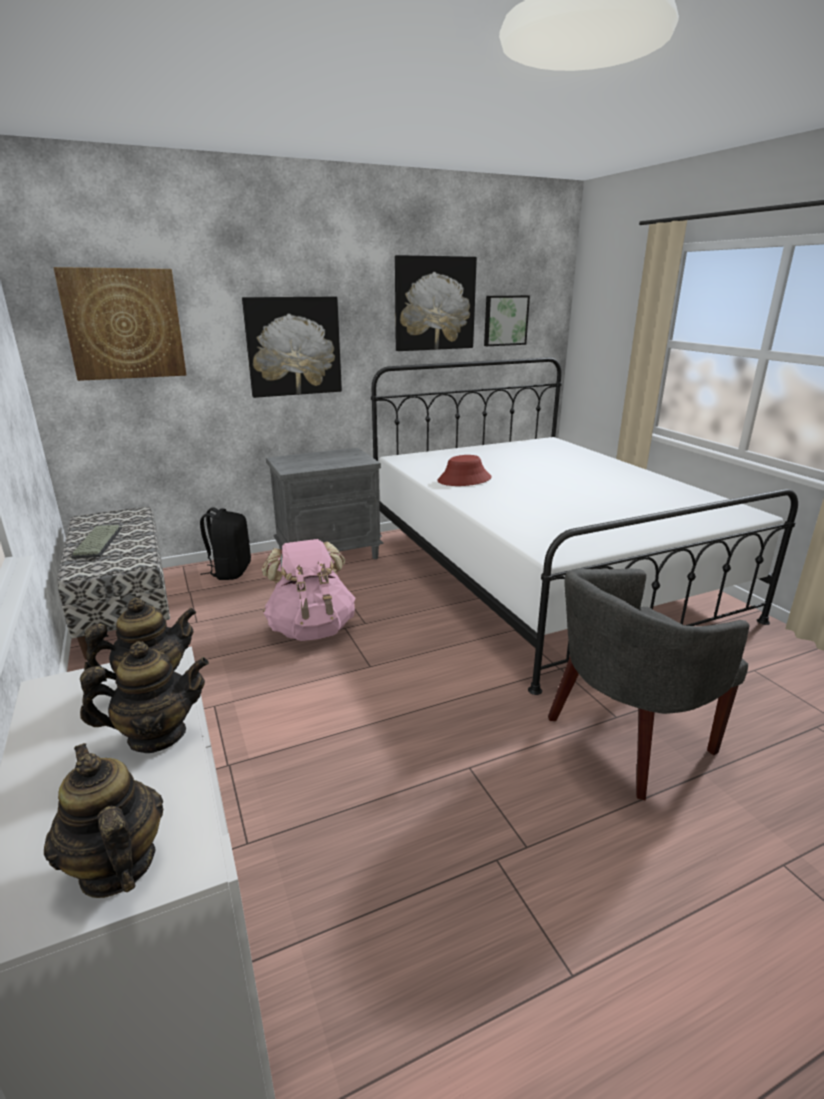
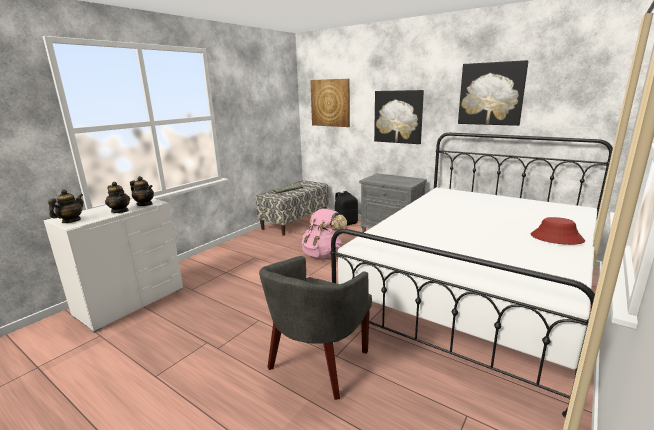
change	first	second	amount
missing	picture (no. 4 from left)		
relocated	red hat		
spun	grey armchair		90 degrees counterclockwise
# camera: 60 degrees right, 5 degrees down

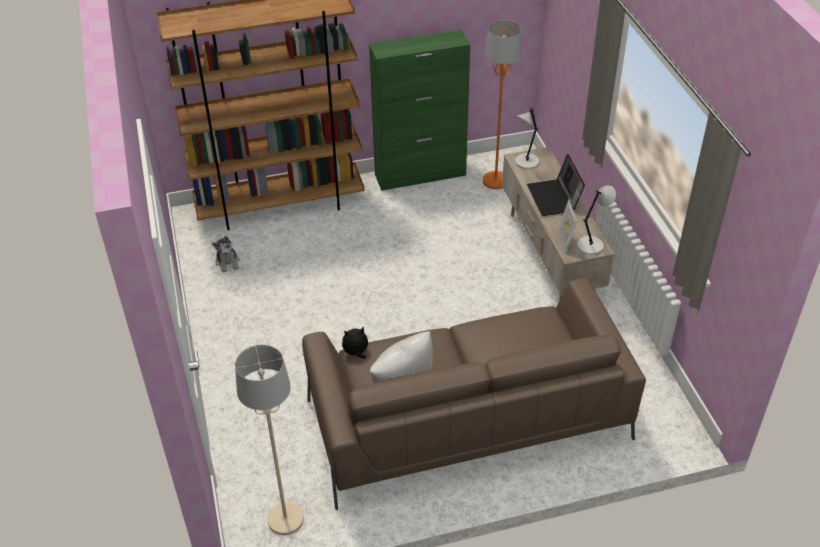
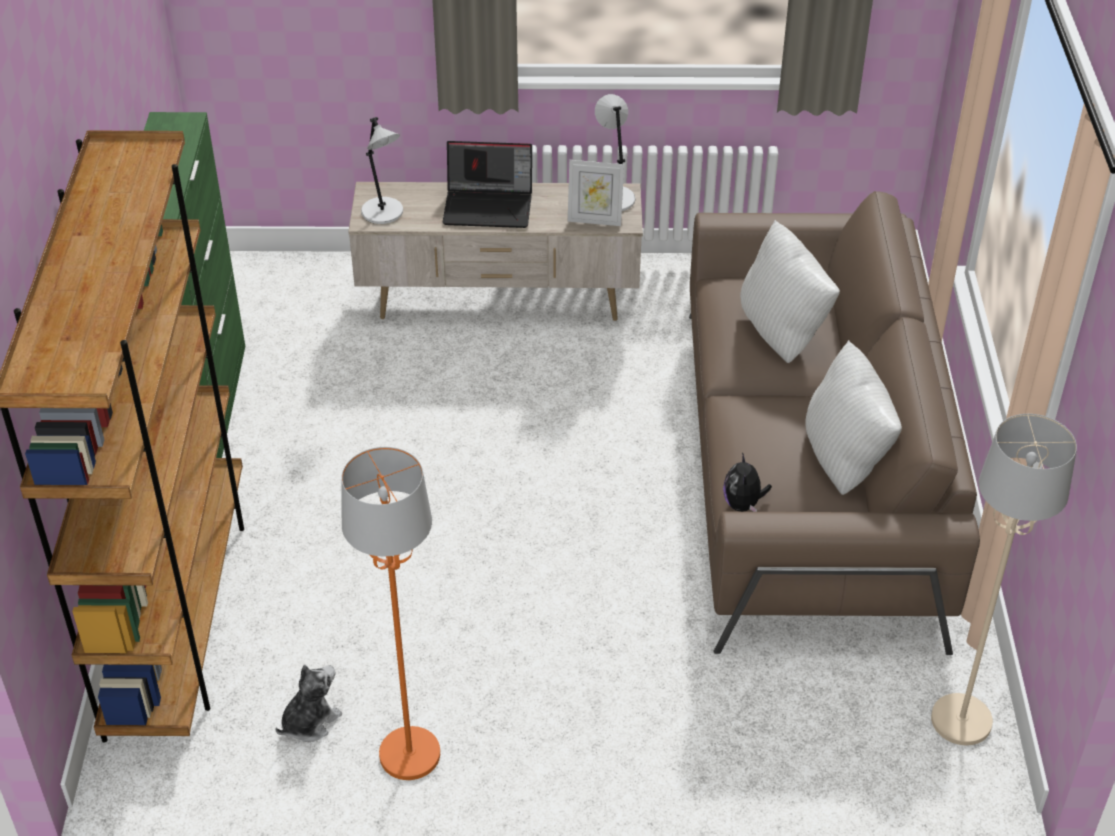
change	first	second	amount
appeared		white pillow (no. 1 from left)	
relocated	orange floor lamp		
spun	plush toy (no. 1 from left)		45 degrees counterclockwise
# camera: 75 degrees left, 0 degrees up

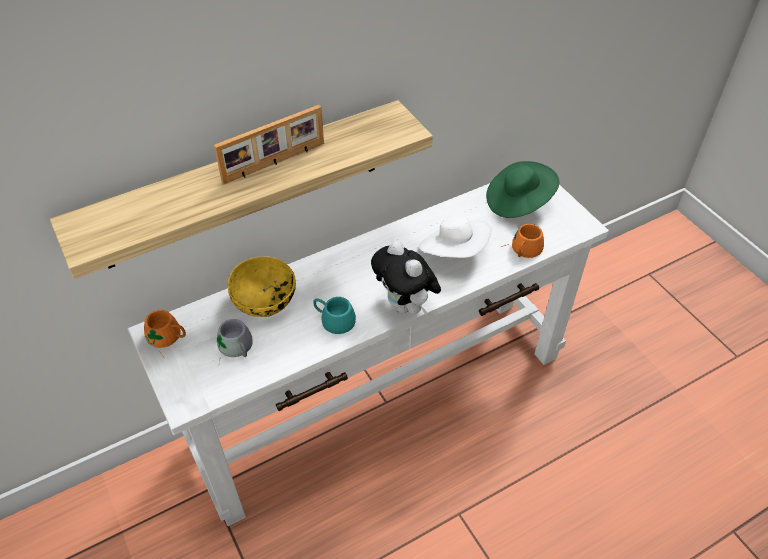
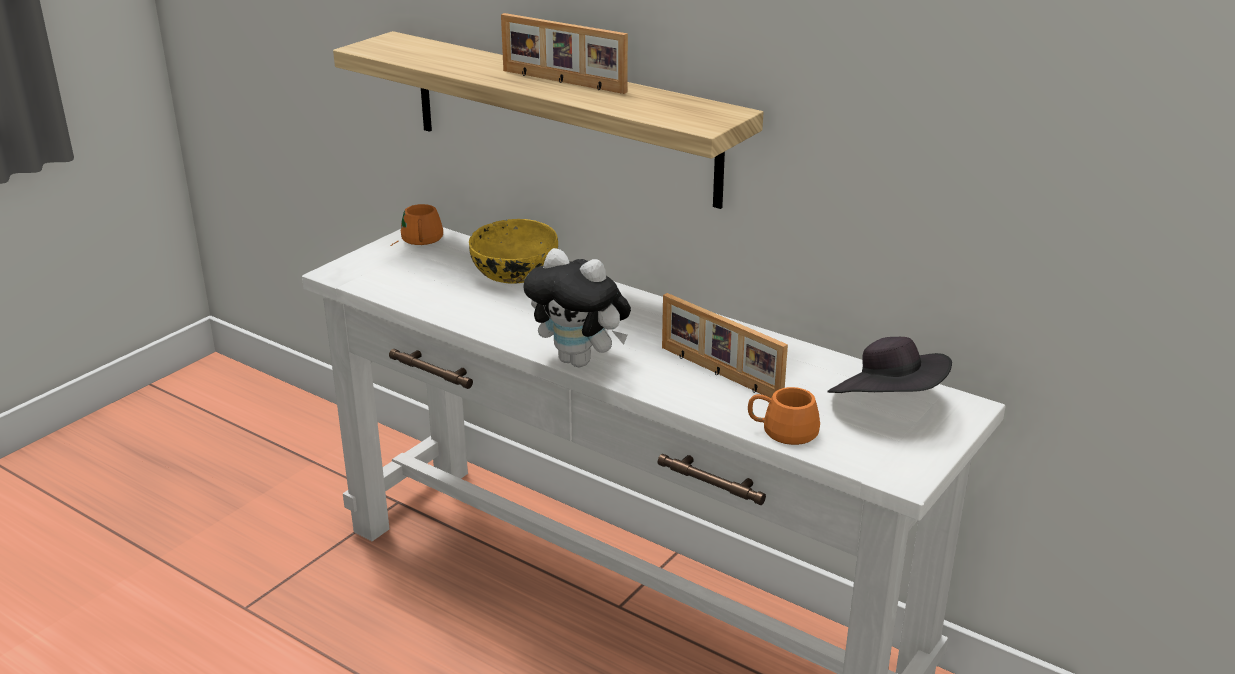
change	first	second	amount
missing	grey mug		
missing	turquoise mug		
exchanged	white hat	picture frame (no. 2 from left)	
colour	green hat	black hat	
spun	plush toy		90 degrees counterclockwise
# camera: 65 degrees right, 20 degrees down

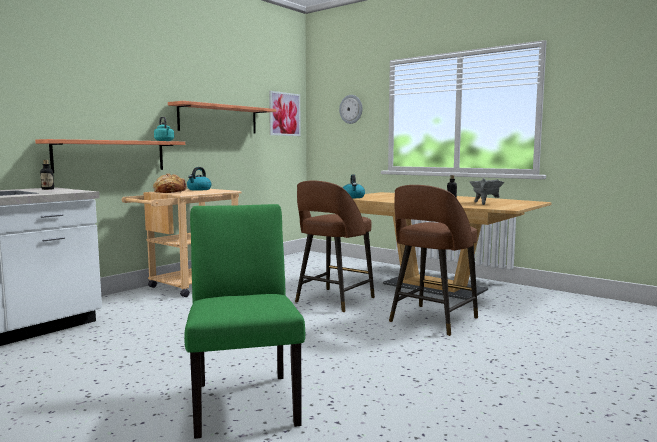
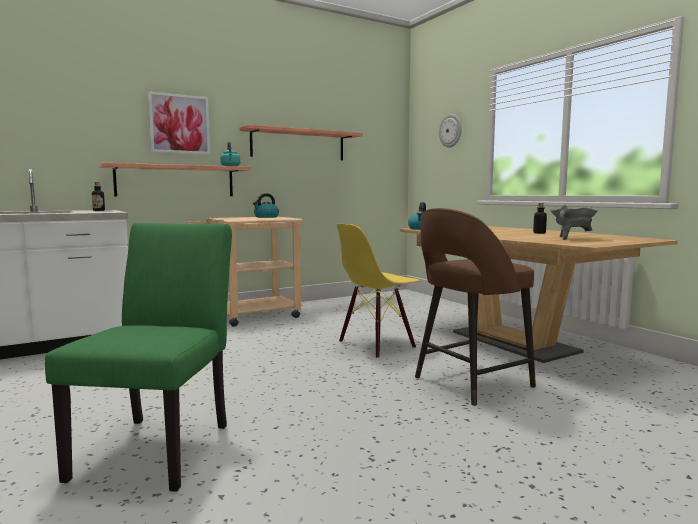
change	first	second	amount
missing	bread		
relocated	picture		
exchanged	brown stool (no. 1 from left)	yellow chair	
# camera: 20 degrees right, 0 degrees up

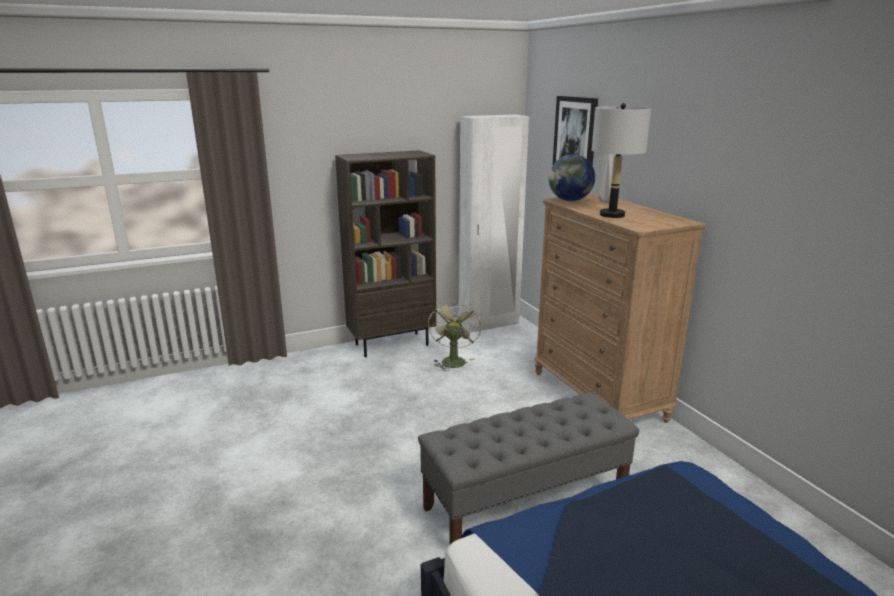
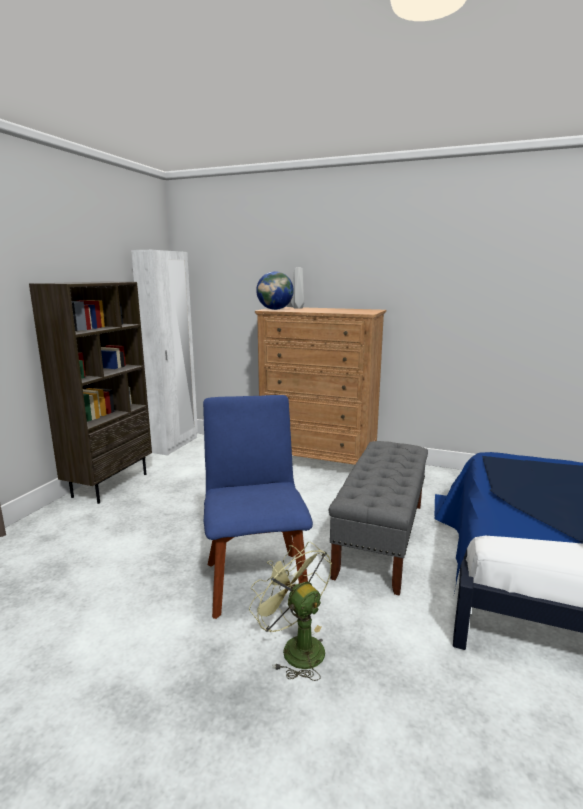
change	first	second	amount
missing	picture		
missing	grey table lamp		
appeared		blue chair	
relocated	green fan		
# camera: 45 degrees left, 5 degrees down

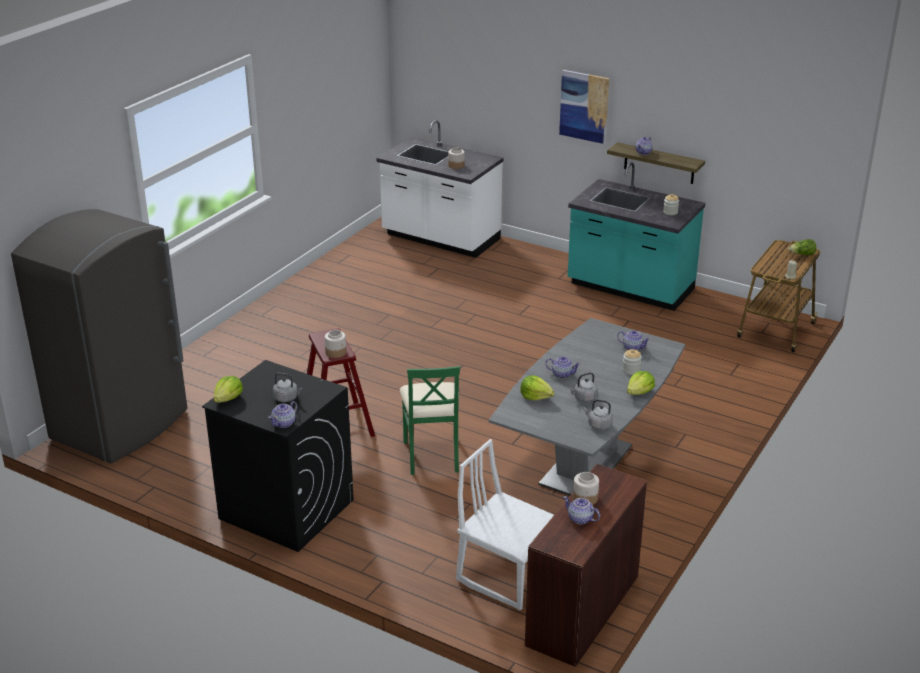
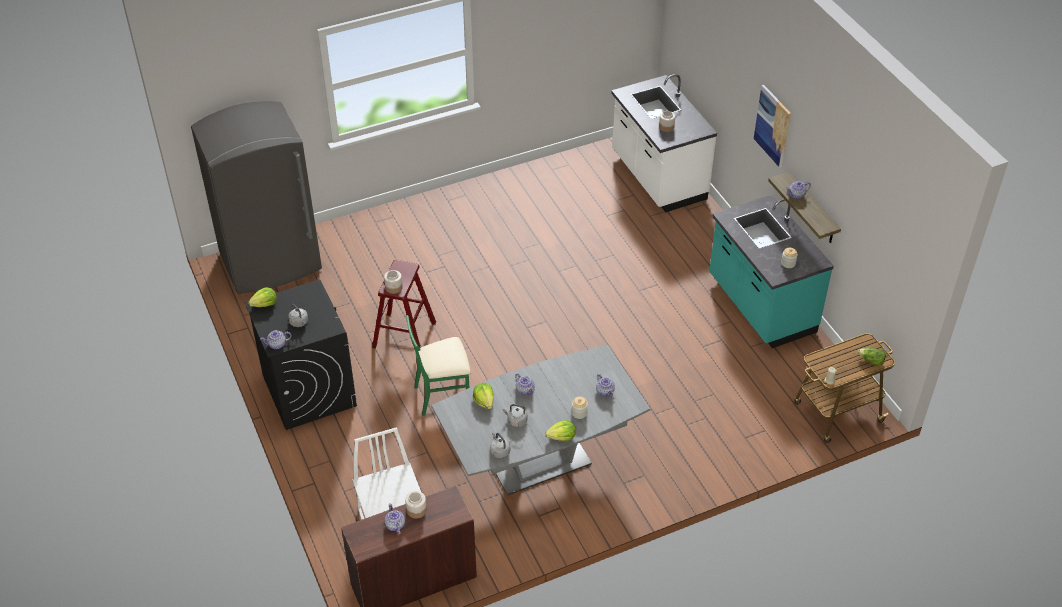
change	first	second	amount
spun	green chair		45 degrees clockwise
# camera: 35 degrees right, 15 degrees up

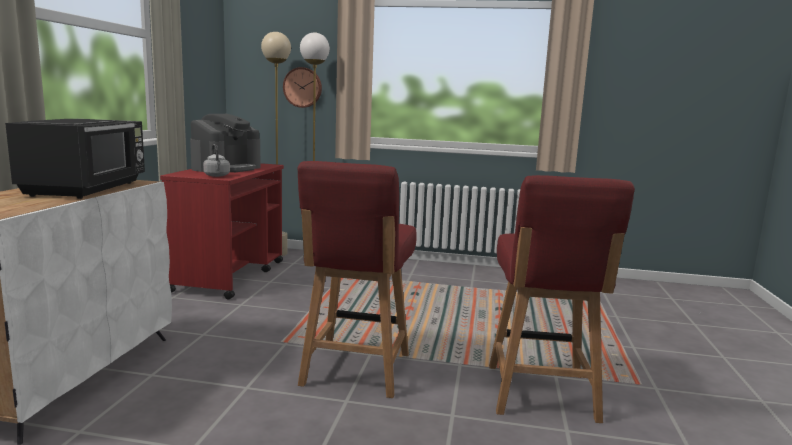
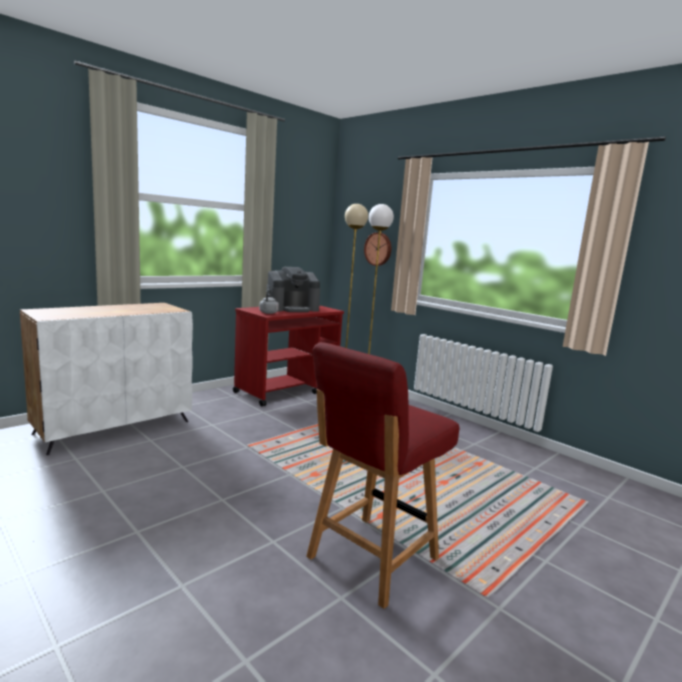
change	first	second	amount
missing	black microwave		
missing	red chair (no. 1 from left)		
# camera: 35 degrees right, 0 degrees up

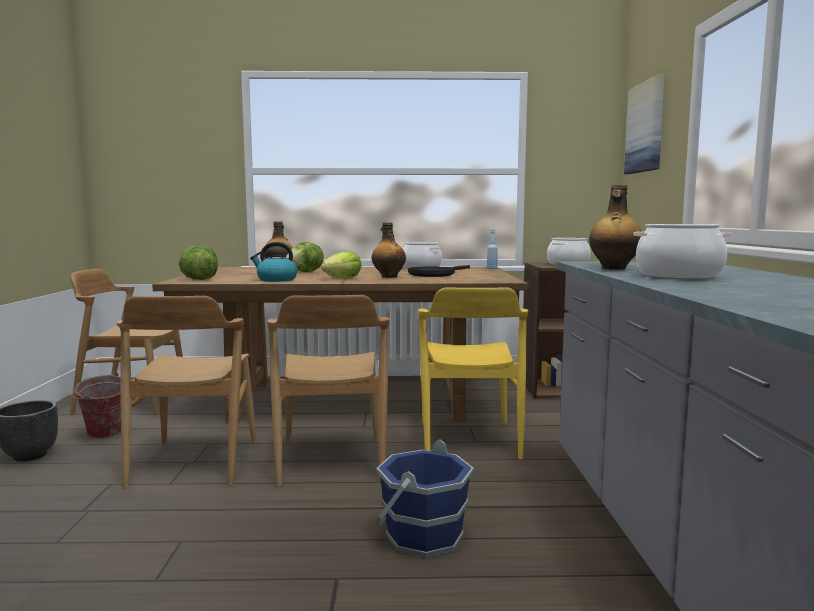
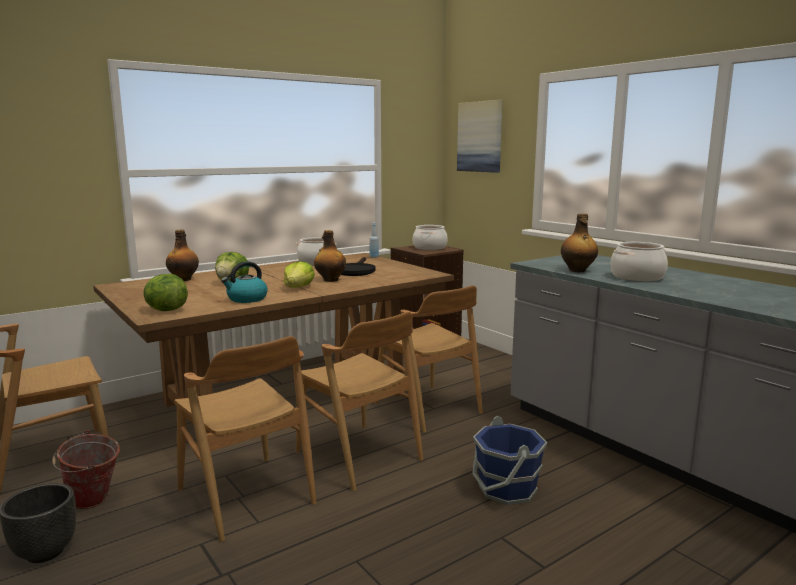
change	first	second	amount
colour	yellow chair	brown chair (no. 4 from left)	
# camera: 35 degrees left, 5 degrees up

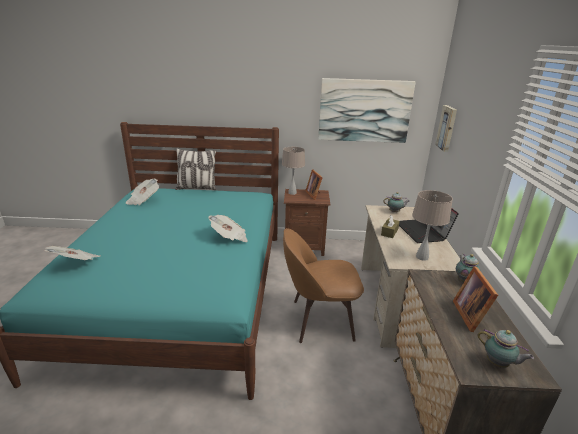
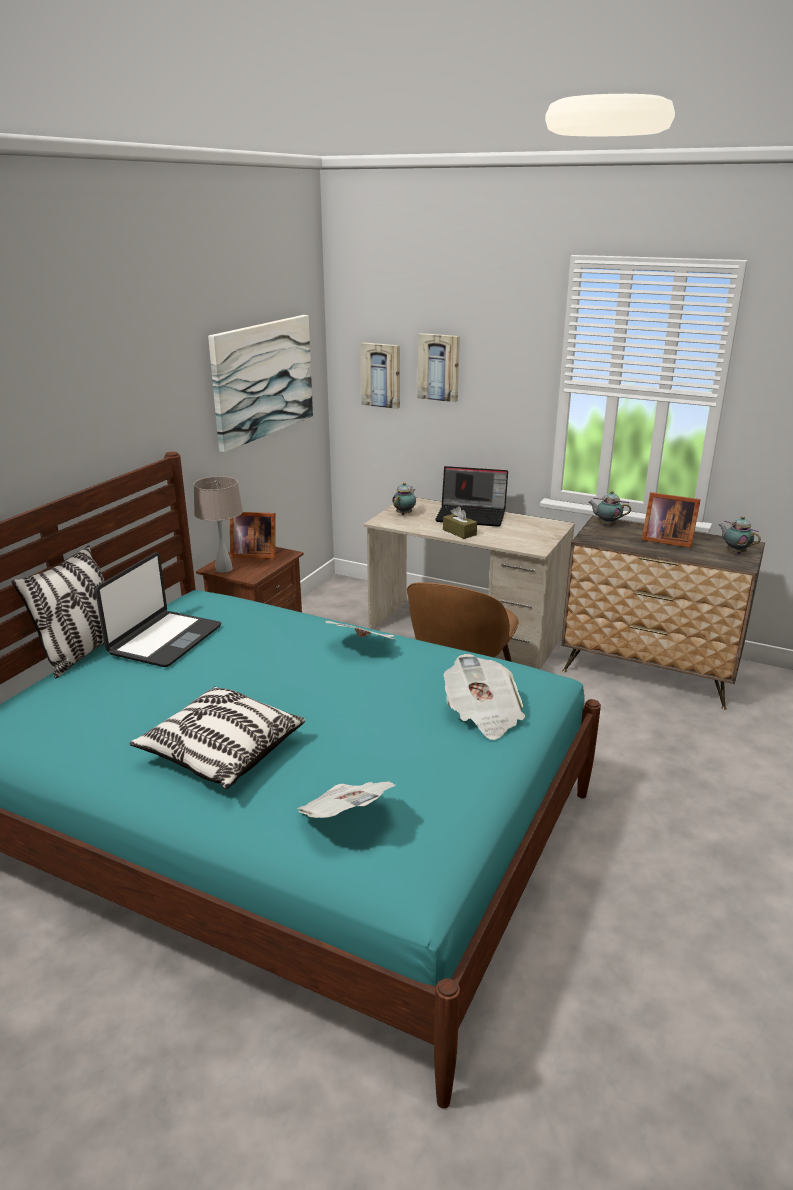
change	first	second	amount
missing	beige table lamp (no. 2 from left)		
appeared		laptop (no. 1 from left)	
appeared		pillow (no. 2 from left)	
appeared		picture (no. 3 from left)	
relocated	newspaper (no. 2 from left in the first image)	newspaper (no. 3 from left)	
spun	teapot (no. 3 from left)		105 degrees counterclockwise
# camera: 65 degrees left, 0 degrees up

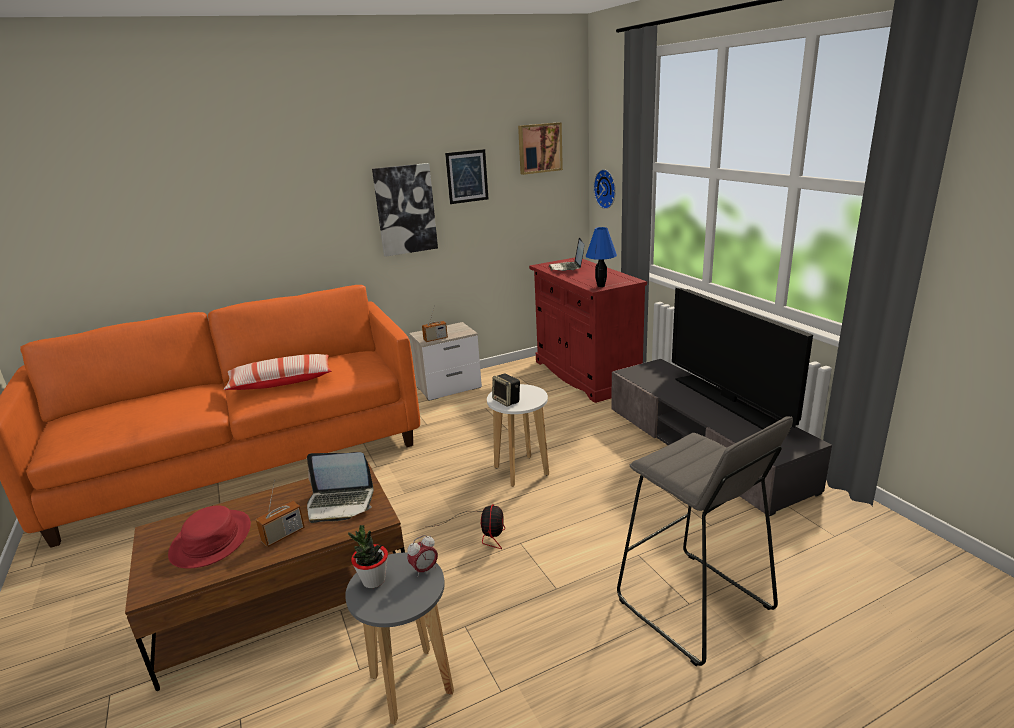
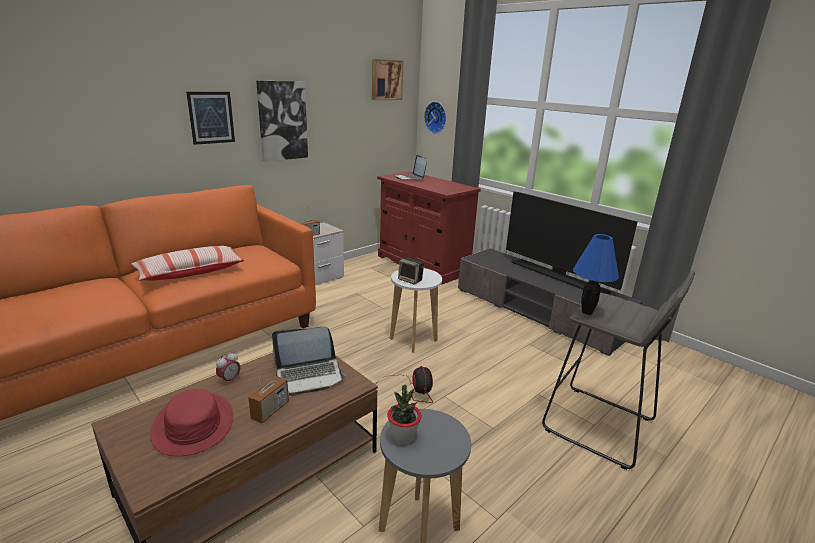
change	first	second	amount
relocated	alarm clock		
relocated	picture (no. 2 from left in the first image)	picture (no. 1 from left)	
relocated	blue table lamp		
# camera: 20 degrees left, 0 degrees up

